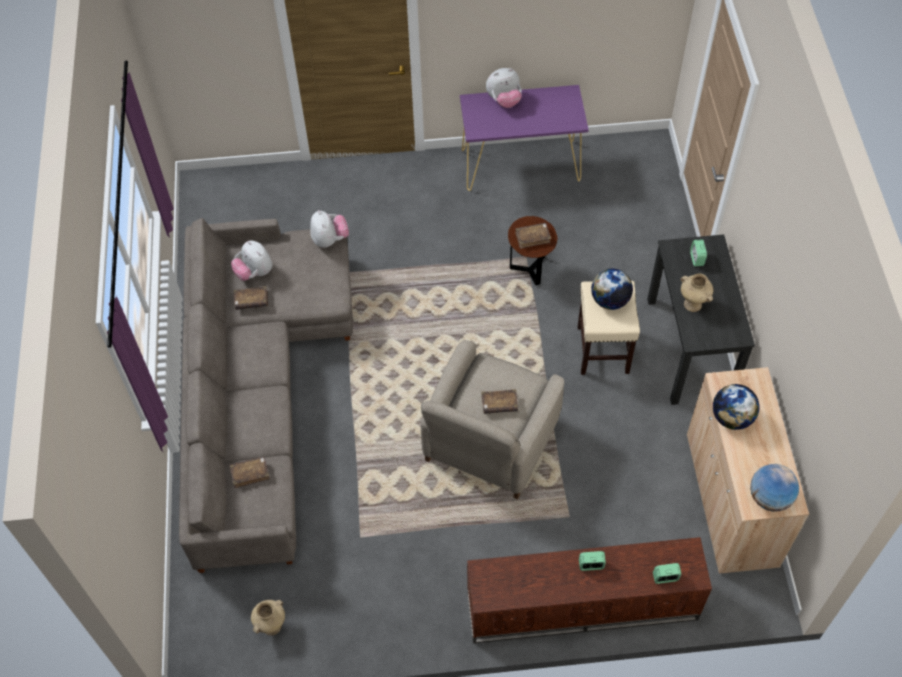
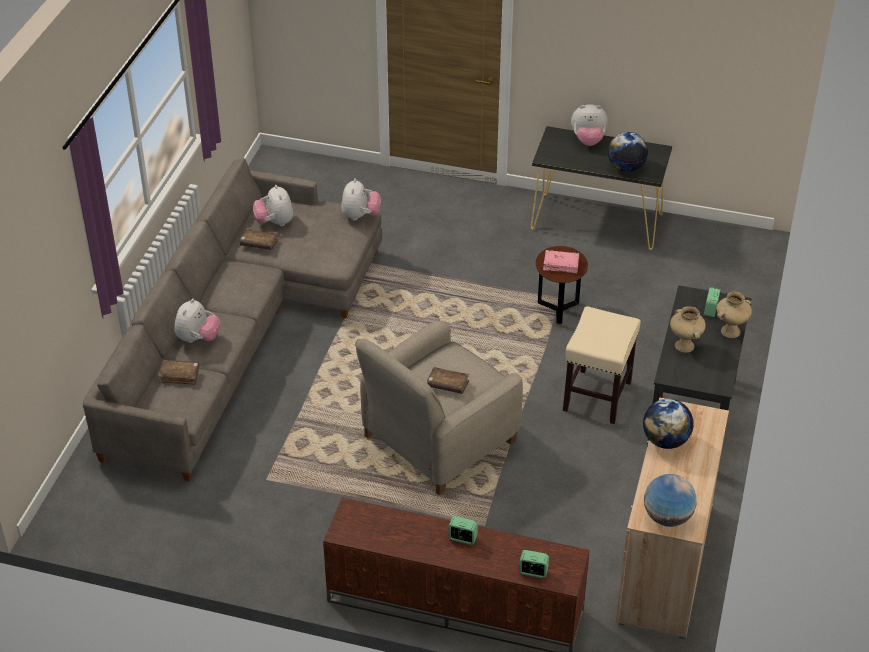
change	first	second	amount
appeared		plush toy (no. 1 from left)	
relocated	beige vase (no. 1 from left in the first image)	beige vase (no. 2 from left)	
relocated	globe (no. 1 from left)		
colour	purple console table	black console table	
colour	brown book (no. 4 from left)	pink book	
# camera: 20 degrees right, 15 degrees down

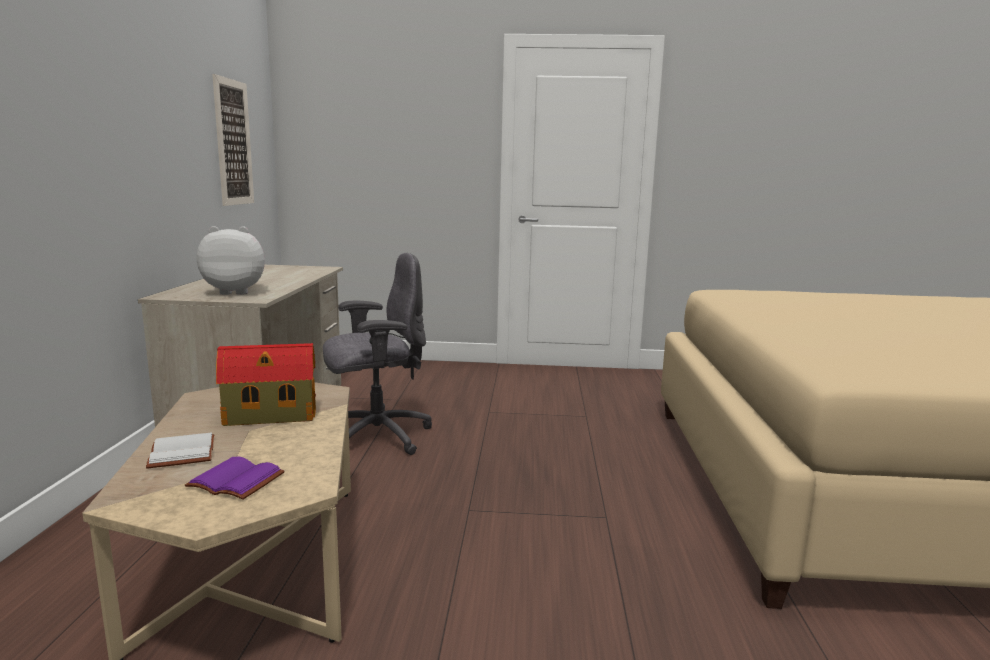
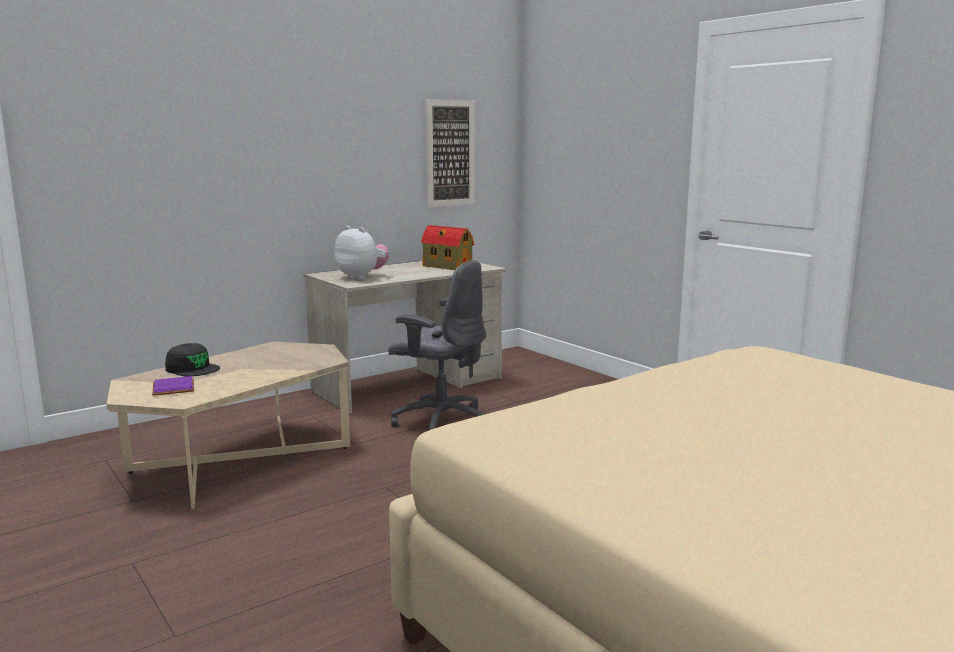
change	first	second	amount
relocated	toy house		
exchanged	white book	black cap	
# camera: 50 degrees right, 0 degrees up

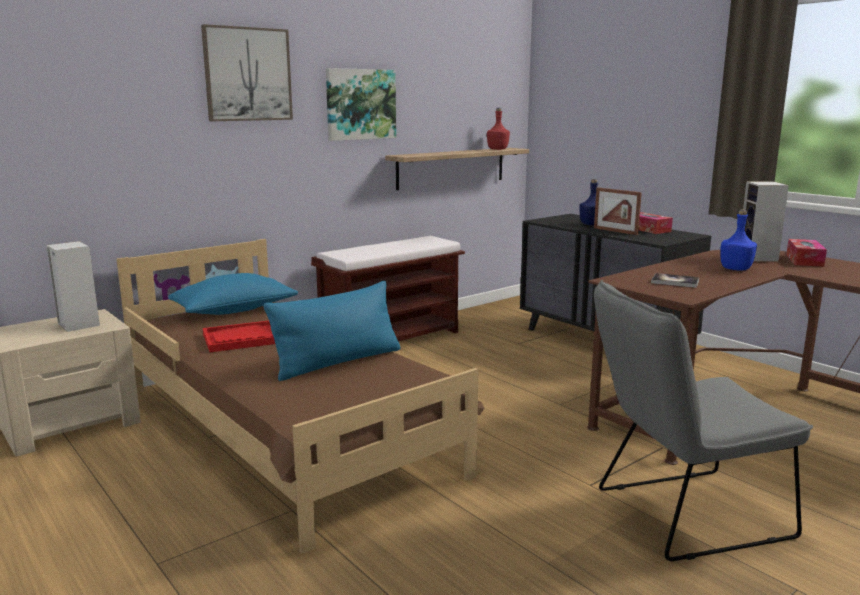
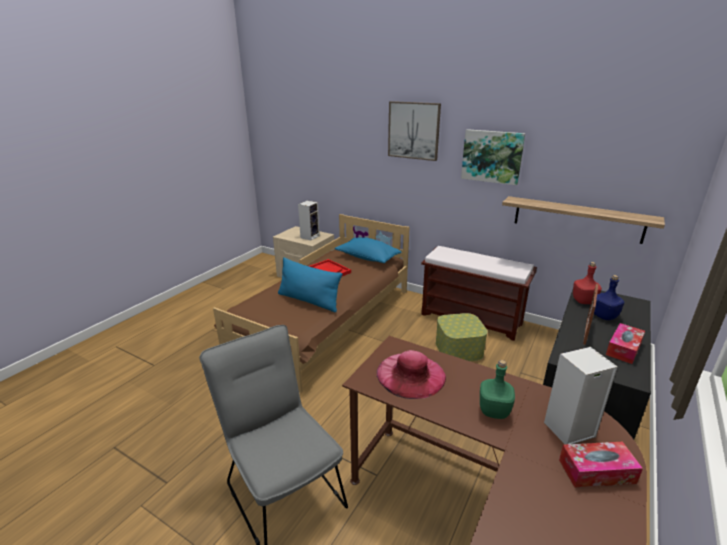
change	first	second	amount
appeared		storage box	
relocated	red bottle		
exchanged	book	pink hat	
colour	blue bottle (no. 2 from left)	green bottle	
# camera: 70 degrees right, 10 degrees up

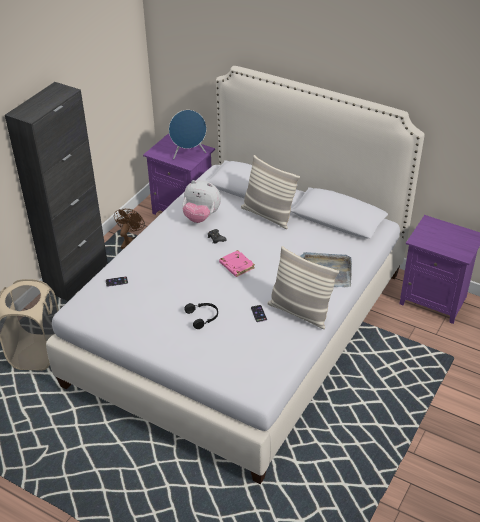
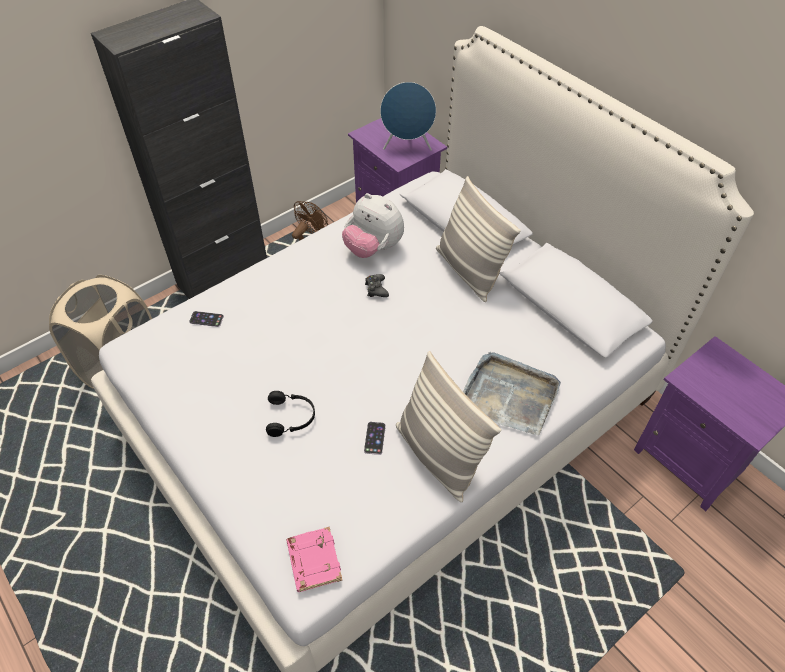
change	first	second	amount
relocated	pink book		
# camera: 20 degrees right, 10 degrees up

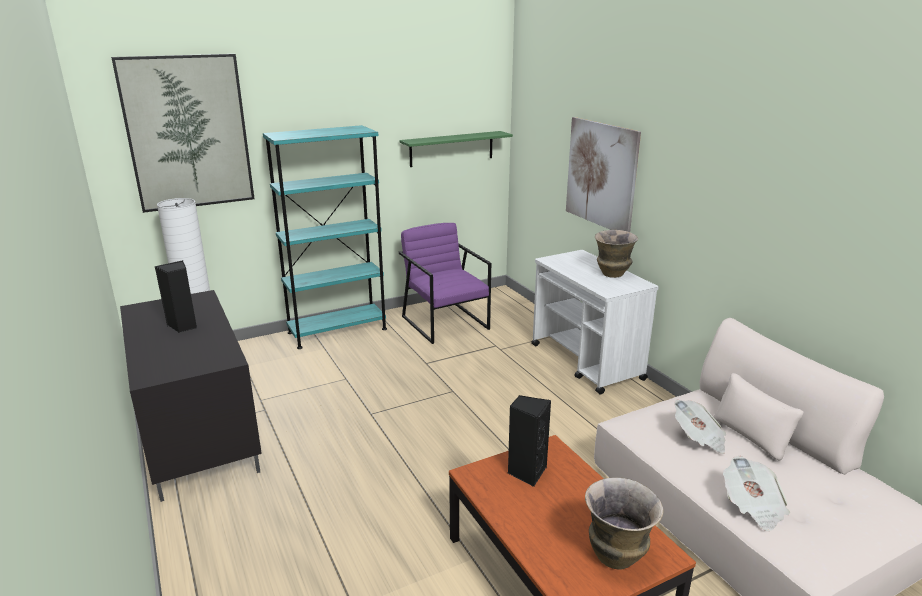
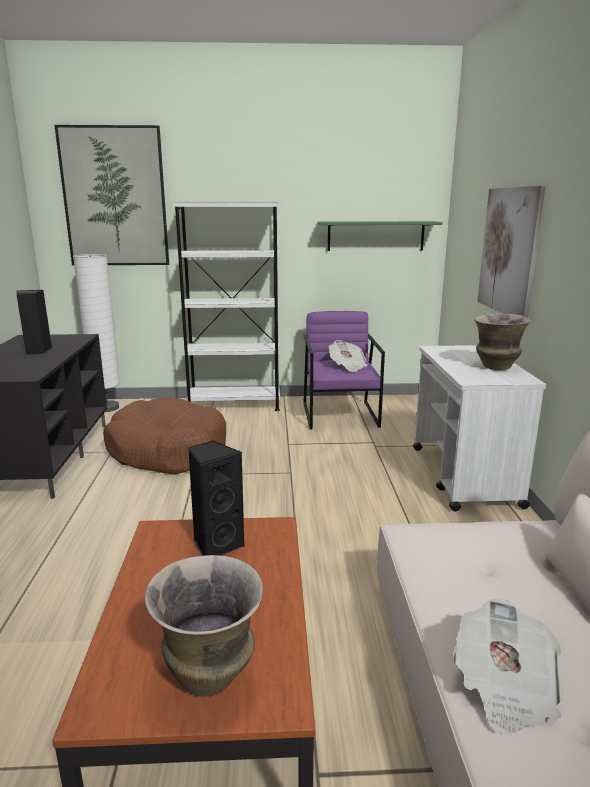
change	first	second	amount
appeared		brown dog bed	
relocated	newspaper (no. 1 from left)		
colour	turquoise bookcase	white bookcase	
# camera: 25 degrees right, 5 degrees down

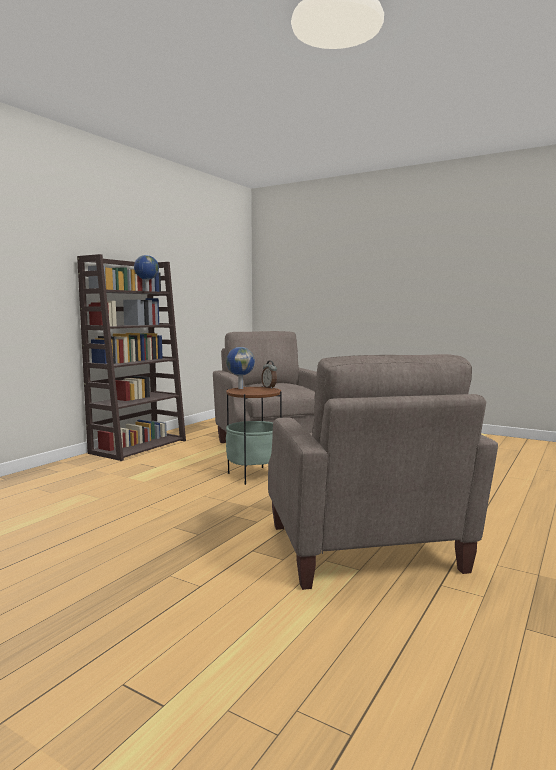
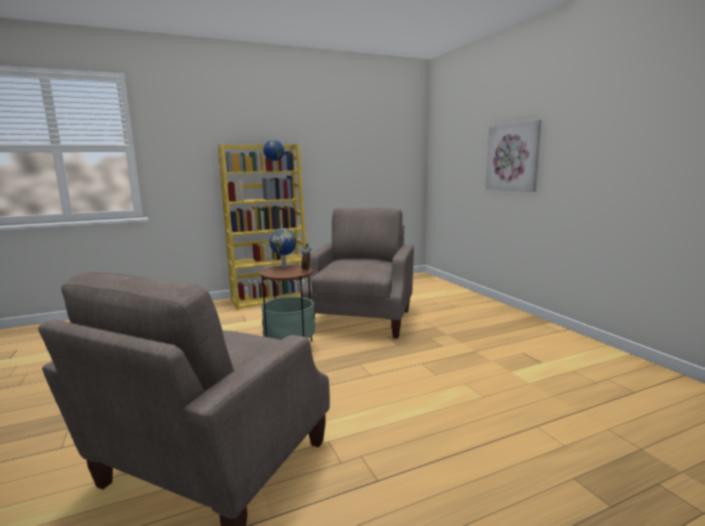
change	first	second	amount
appeared		picture	
colour	brown bookcase	yellow bookcase	
# camera: 35 degrees right, 5 degrees up

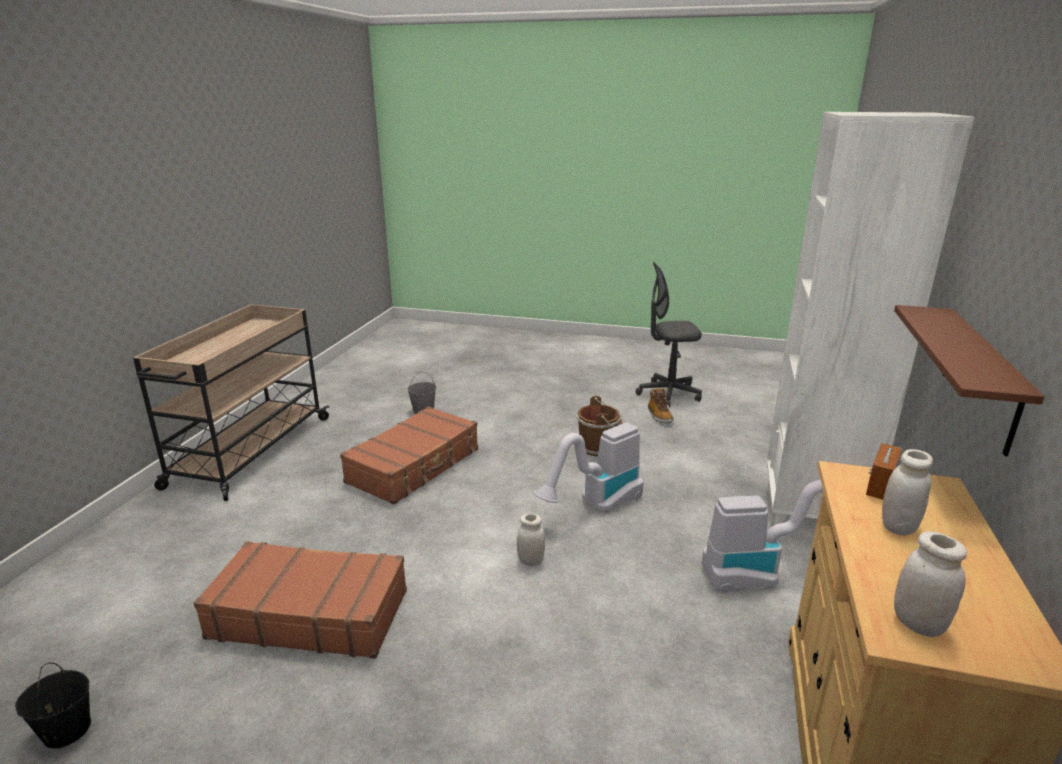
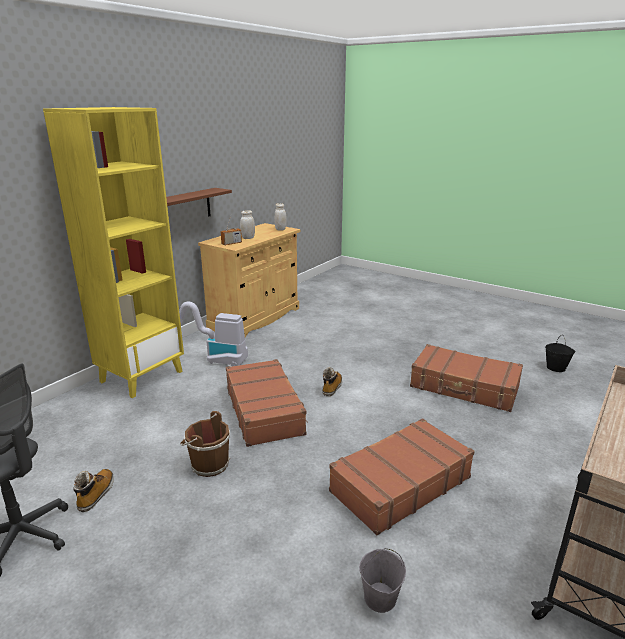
change	first	second	amount
exchanged	white jar (no. 1 from left)	boot (no. 2 from left)	
exchanged	vacuum cleaner (no. 1 from left)	brown suitcase (no. 1 from left)	
colour	white bookcase	yellow bookcase	
# camera: 160 degrees left, 0 degrees up

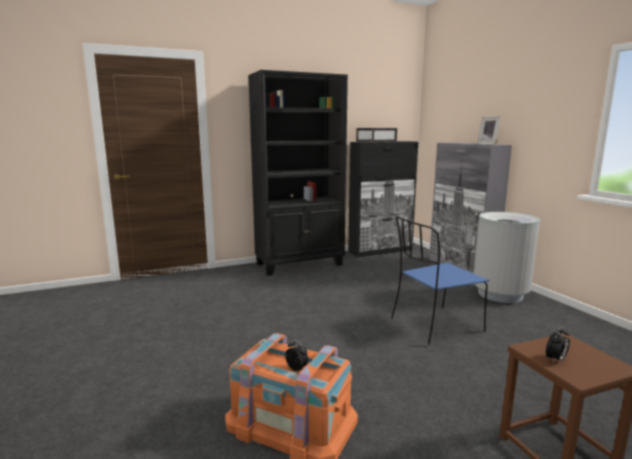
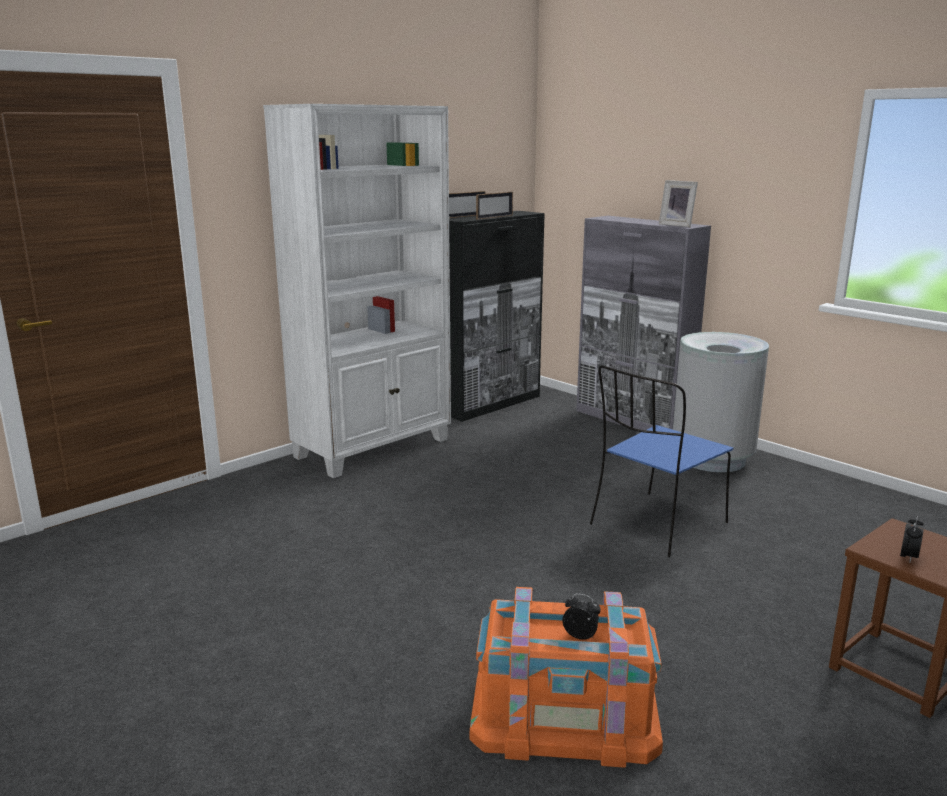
change	first	second	amount
colour	black bookcase	white bookcase	
# camera: 20 degrees left, 5 degrees up

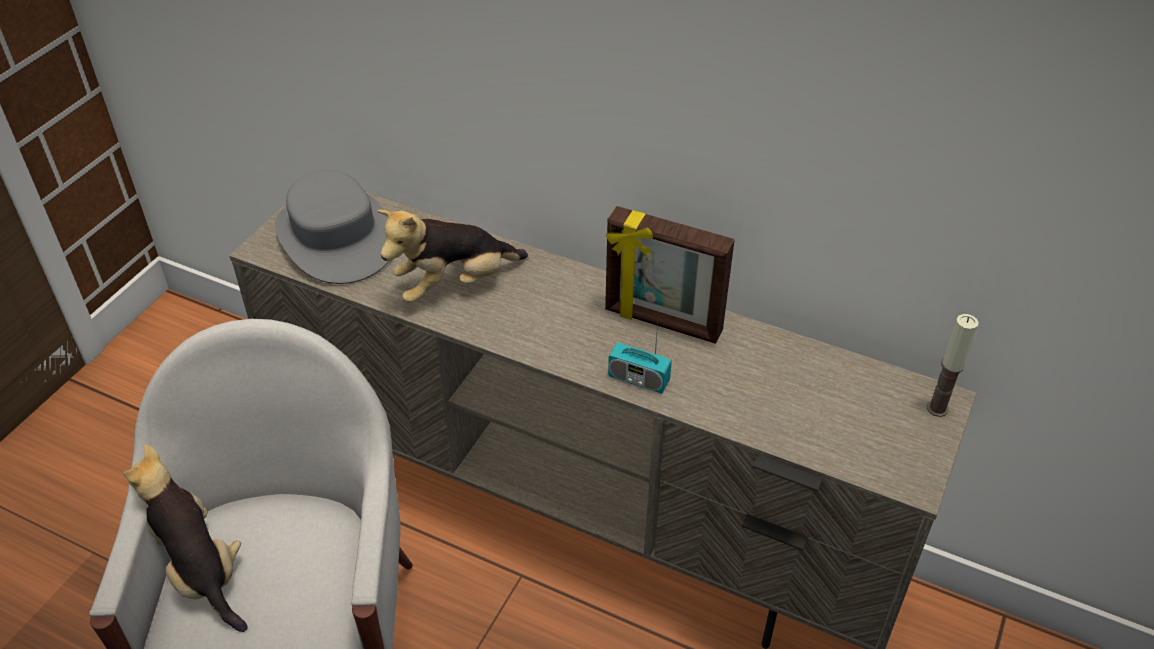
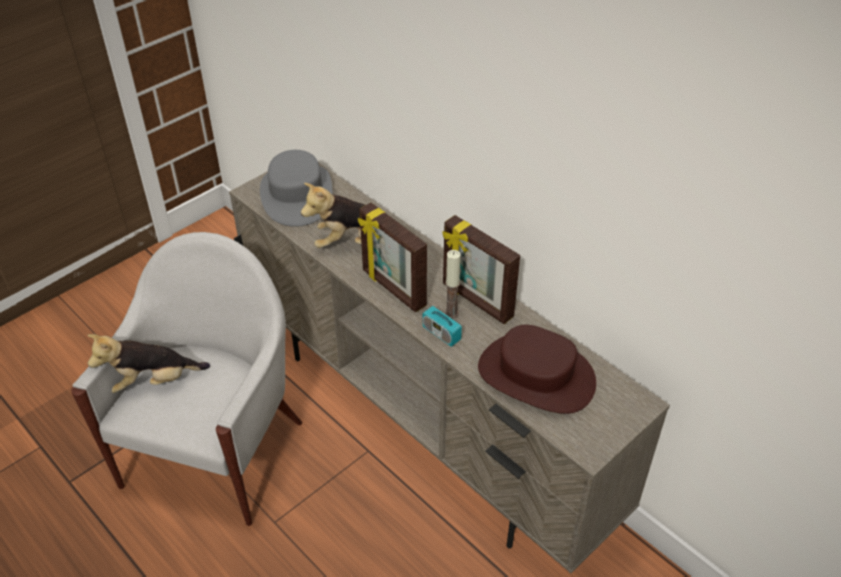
change	first	second	amount
appeared		picture frame (no. 1 from left)	
appeared		brown hat	
relocated	candle		
spun	plush toy (no. 1 from left)		90 degrees counterclockwise
# camera: 20 degrees right, 0 degrees up

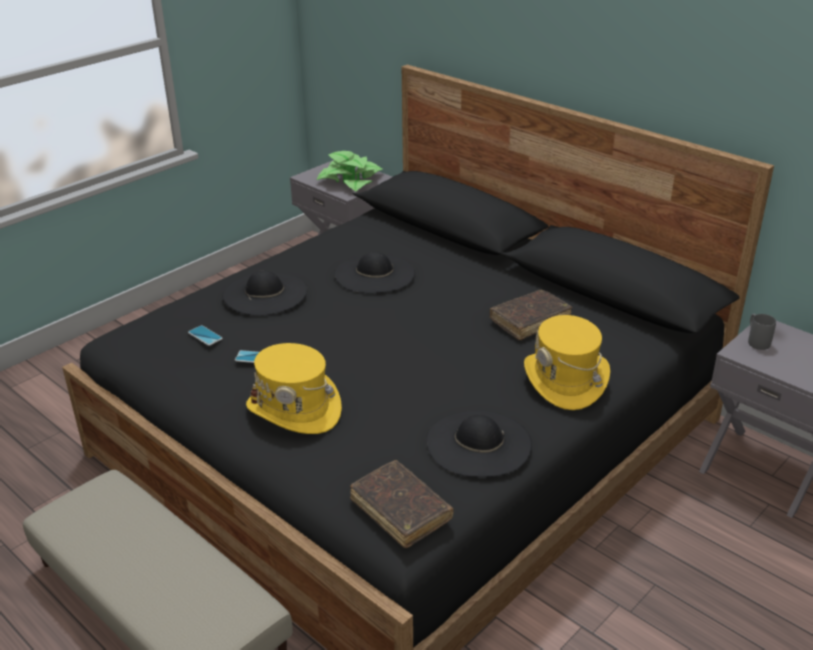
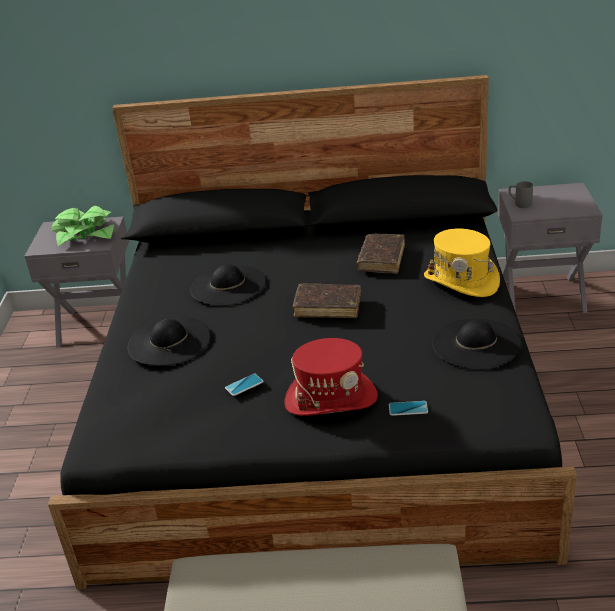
change	first	second	amount
relocated	phone (no. 1 from left in the first image)	phone (no. 2 from left)	
relocated	brown book (no. 1 from left)		
colour	yellow hat (no. 1 from left)	red hat	
# camera: 40 degrees left, 0 degrees up

